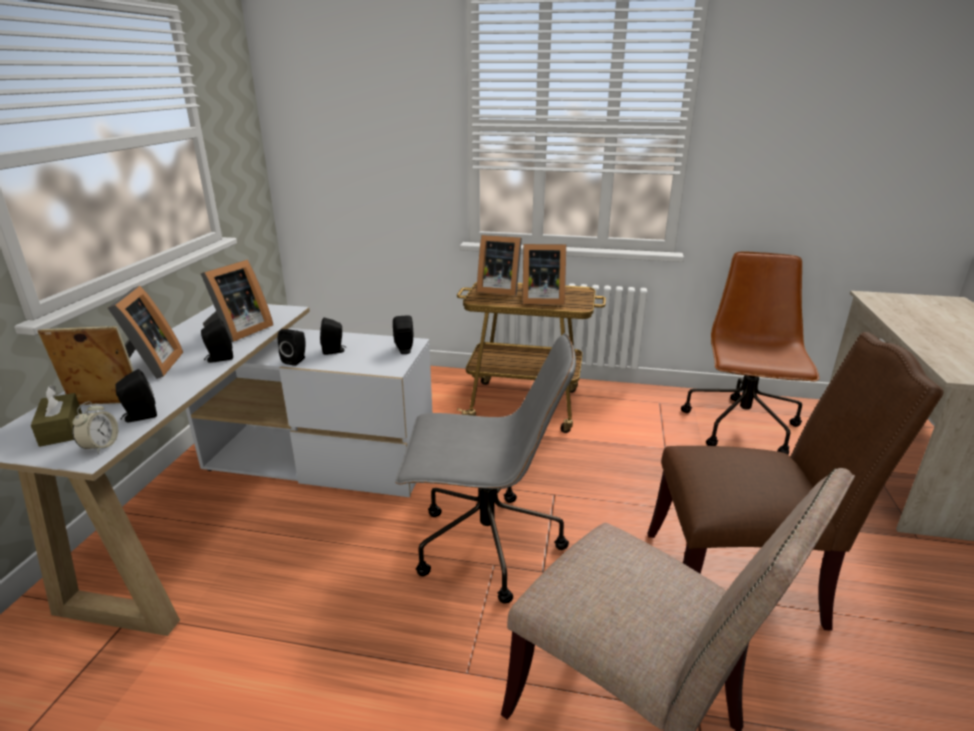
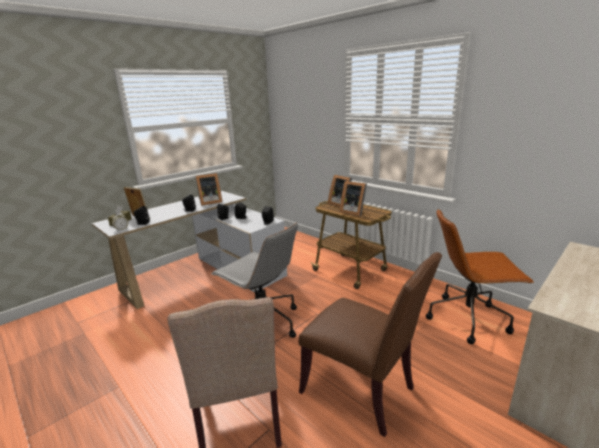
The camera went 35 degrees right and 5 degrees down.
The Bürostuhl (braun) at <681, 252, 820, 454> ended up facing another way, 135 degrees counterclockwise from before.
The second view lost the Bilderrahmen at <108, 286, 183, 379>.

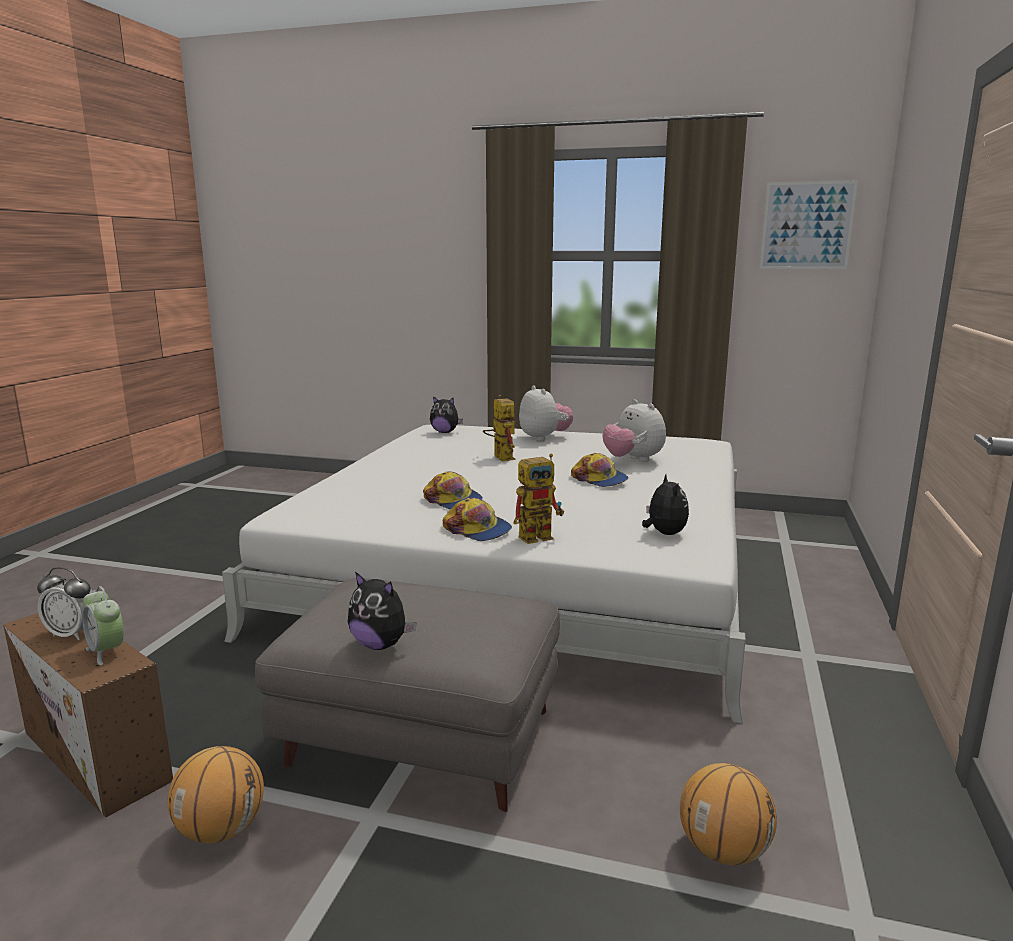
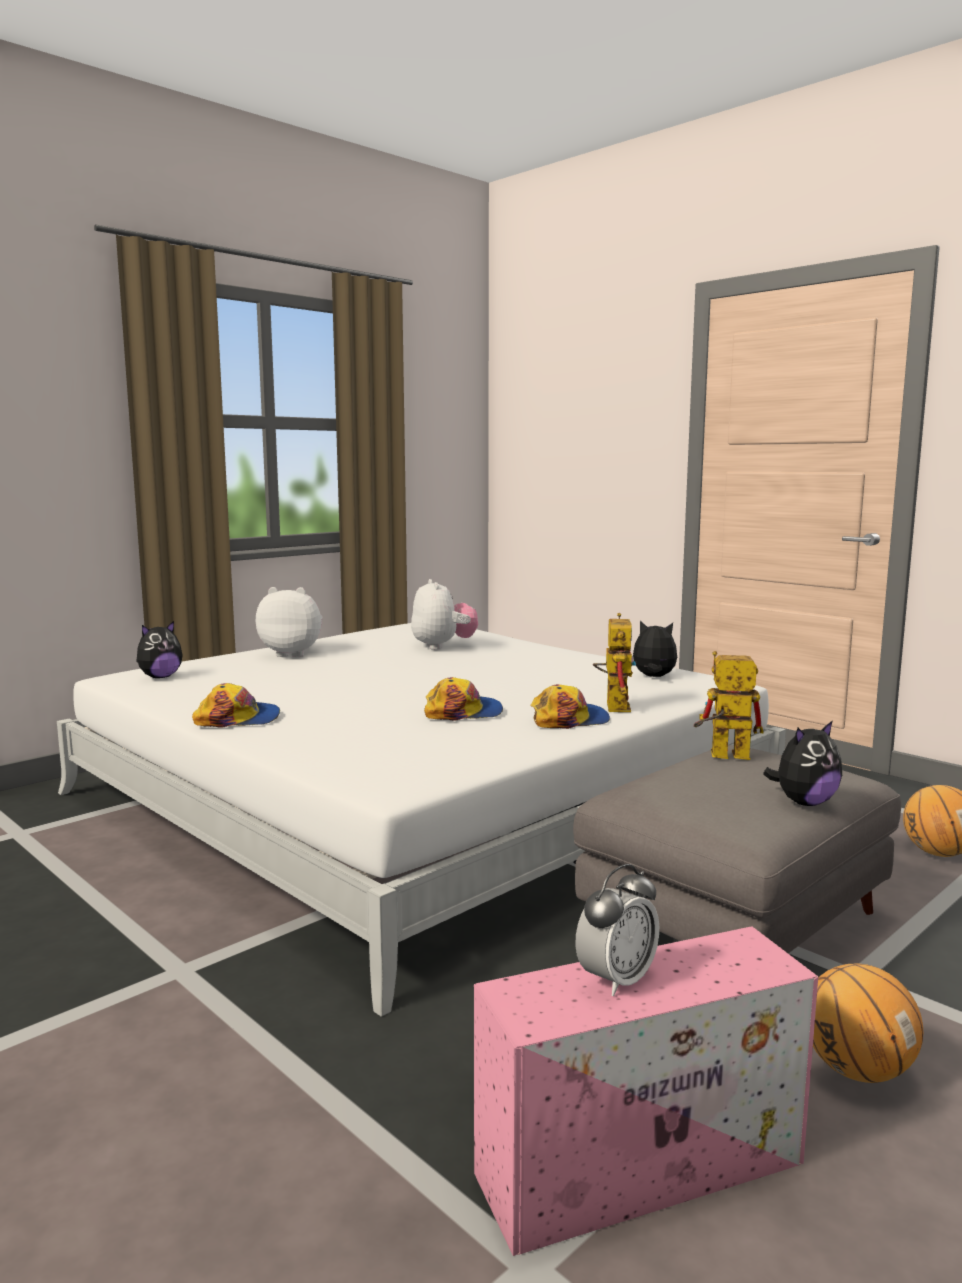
The camera went 60 degrees left and 5 degrees down.
The Kappe ended up elsewhere, having gone from <571, 453, 628, 487> to <192, 683, 280, 728>.
The Plüschtier at <603, 399, 666, 462> ended up facing another way, 105 degrees counterclockwise from before.
What was the Aufbewahrungsbox (braun) at <3, 613, 173, 818> turned into the Aufbewahrungsbox (rosa) at <474, 926, 818, 1256>.
The Spielzeugroboter ended up elsewhere, having gone from <483, 395, 515, 461> to <694, 651, 764, 760>.
The second view lost the Wecker at <82, 586, 124, 665>.
The second view lost the Bild at <760, 180, 858, 269>.

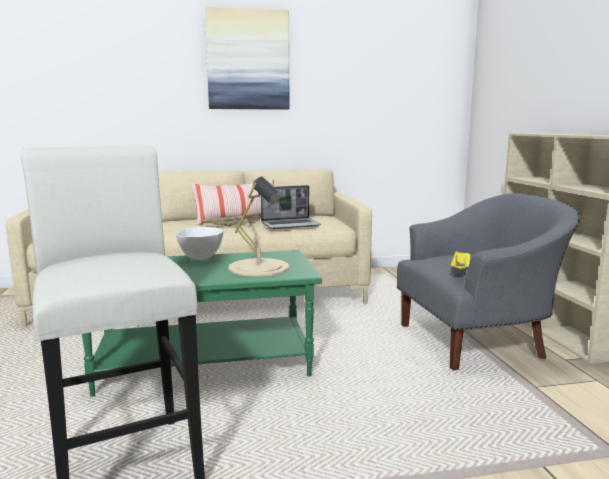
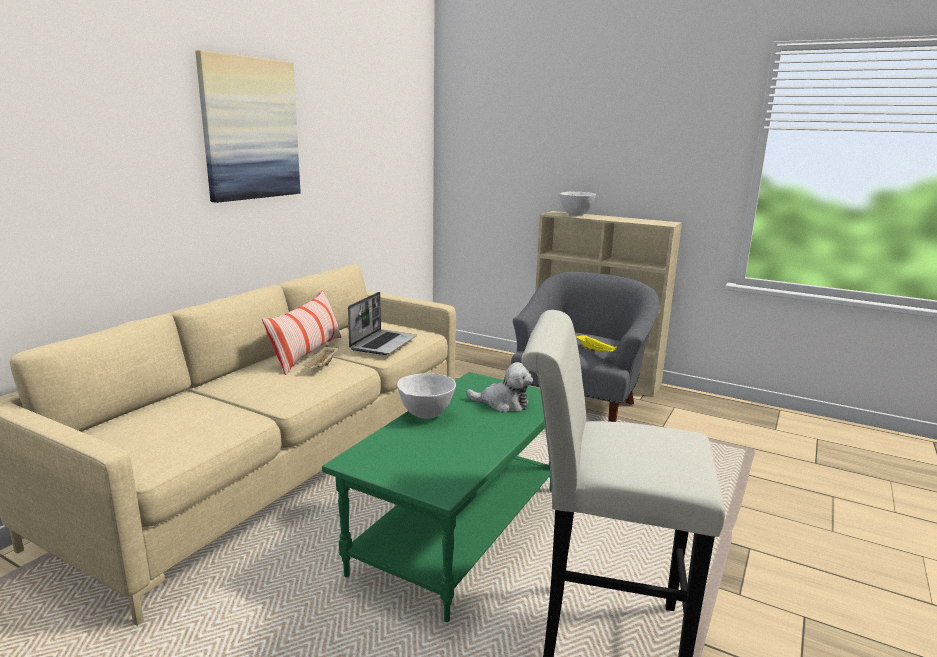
The camera went 50 degrees left and 5 degrees up.
Where the Tischlampe (beige) stood at <228, 177, 289, 277>, the Plüschtier came to stand at <466, 362, 533, 413>.
The second view gained the Schüssel (weiß) at <559, 192, 596, 216>.

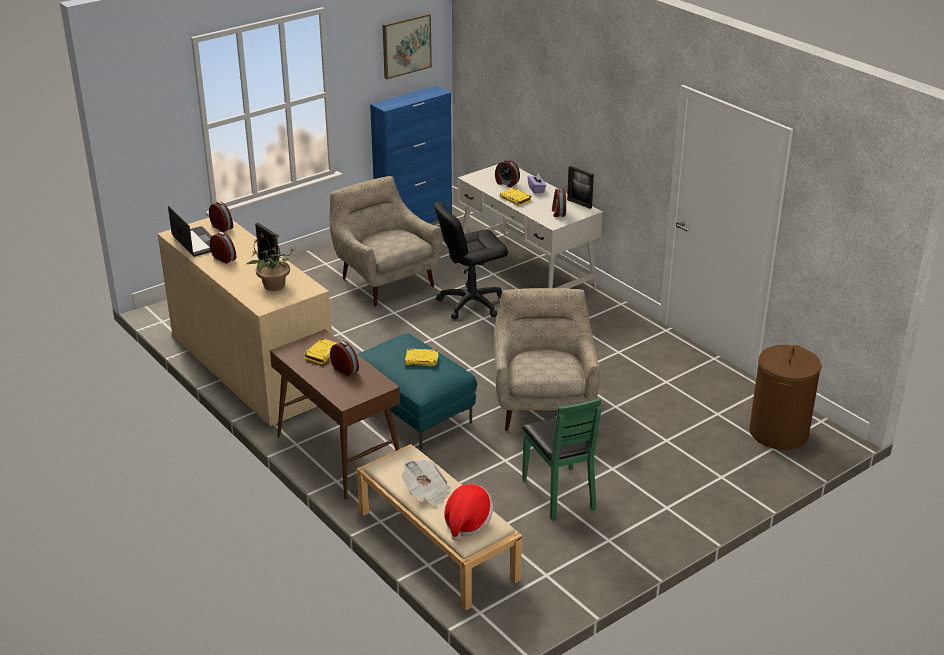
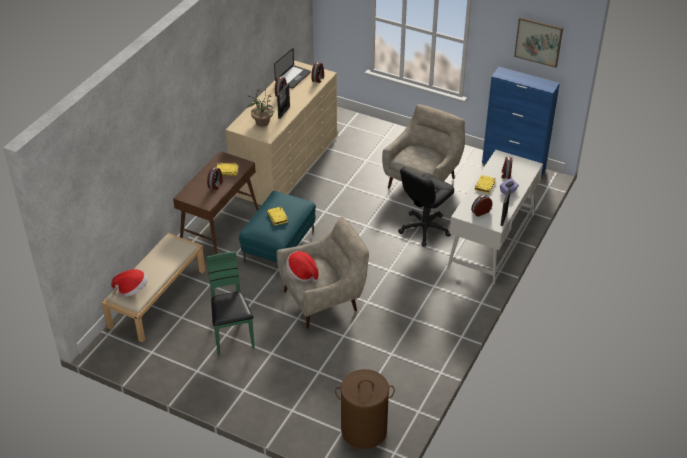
The camera went 65 degrees right and 10 degrees up.
The Stuhl (grün) at <522, 398, 602, 520> ended up facing another way, 120 degrees clockwise from before.
The second view gained the Hut at <286, 251, 319, 282>.
The Bürostuhl (schwarz) at <433, 202, 508, 319> ended up facing another way, 90 degrees counterclockwise from before.
The second view lost the Zeitung at <402, 460, 451, 506>.

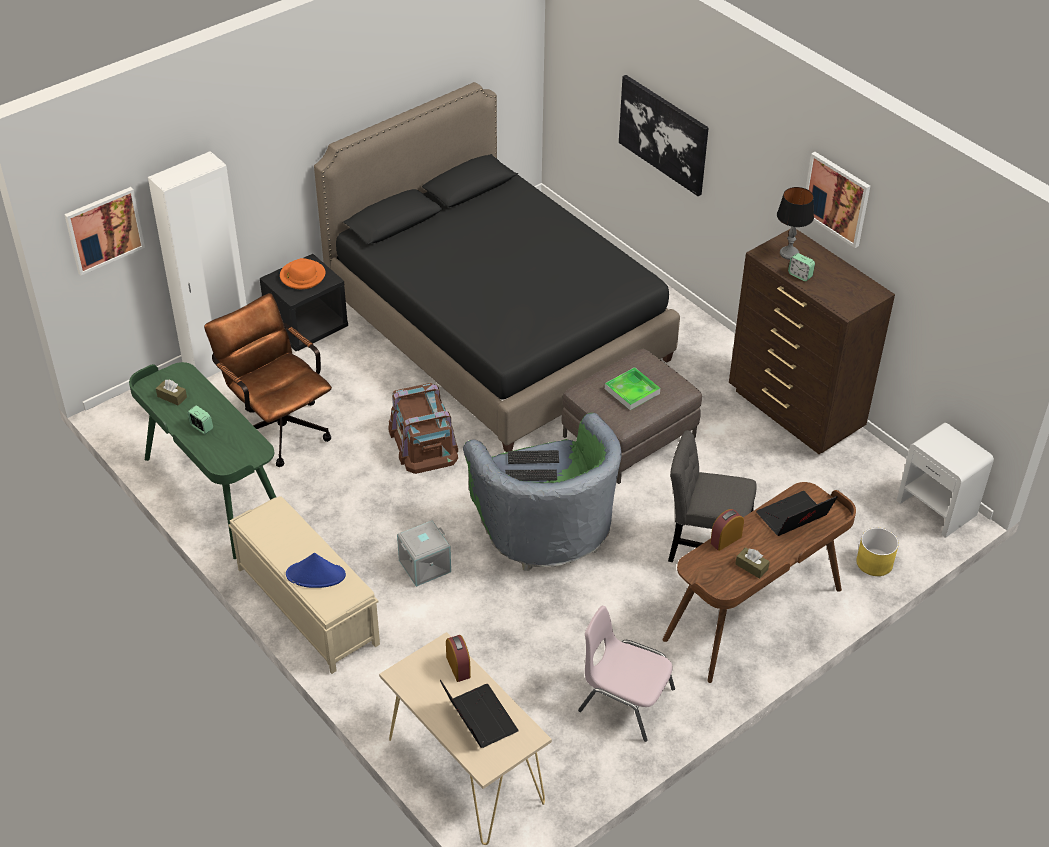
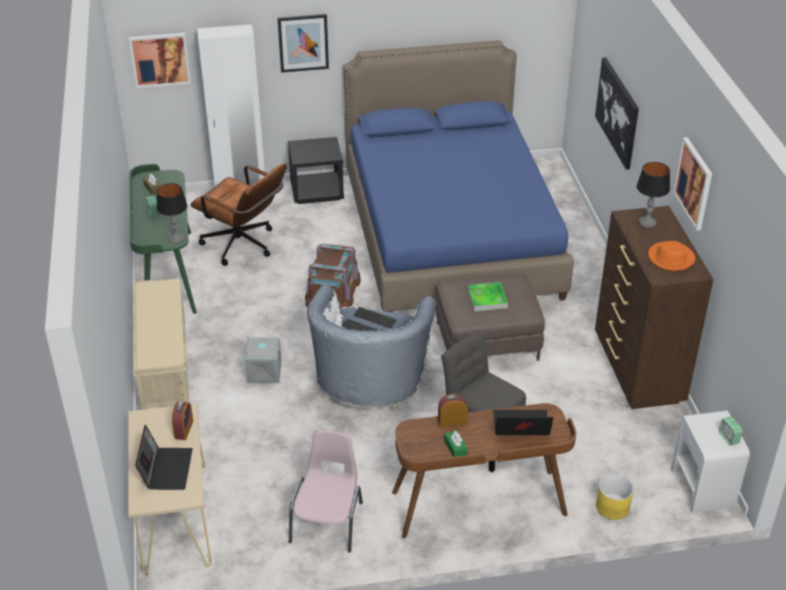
The camera went 30 degrees right and 5 degrees down.
The second view gained the Tischlampe at <157, 183, 187, 243>.
The Bürostuhl (braun) at <204, 293, 332, 467> ended up facing another way, 135 degrees clockwise from before.
The second view gained the Bild at <277, 14, 329, 73>.
The Stuhl (rosa) at <578, 606, 675, 742> ended up facing another way, 45 degrees clockwise from before.
What was the Sessel (grün) at <463, 413, 621, 571> turned into the Sessel (weiß) at <307, 284, 436, 411>.
What was the Bett (schwarz) at <314, 82, 680, 452> turned into the Bett (blau) at <344, 40, 574, 312>.
What was the Taschentuchbox (braun) at <735, 547, 770, 579> turned into the Taschentuchbox (grün) at <444, 430, 468, 457>.
The Hut (orange) ended up elsewhere, having gone from <280, 258, 326, 289> to <648, 241, 695, 271>.
The Wecker ended up elsewhere, having gone from <788, 253, 815, 281> to <719, 417, 743, 445>.
The second view lost the Hut (blau) at <286, 553, 346, 588>.

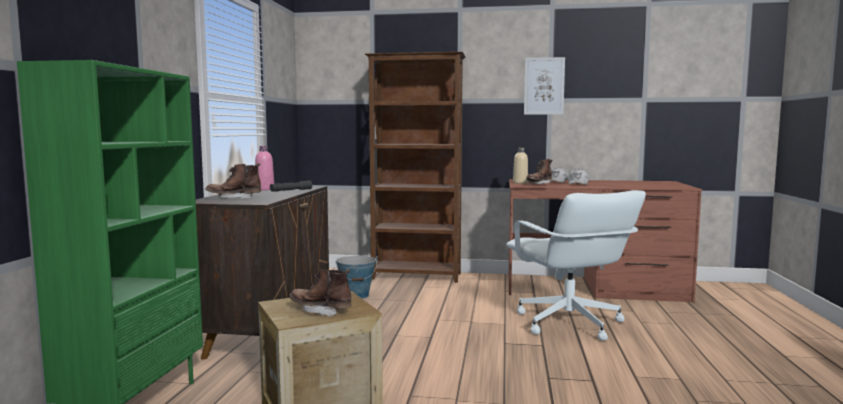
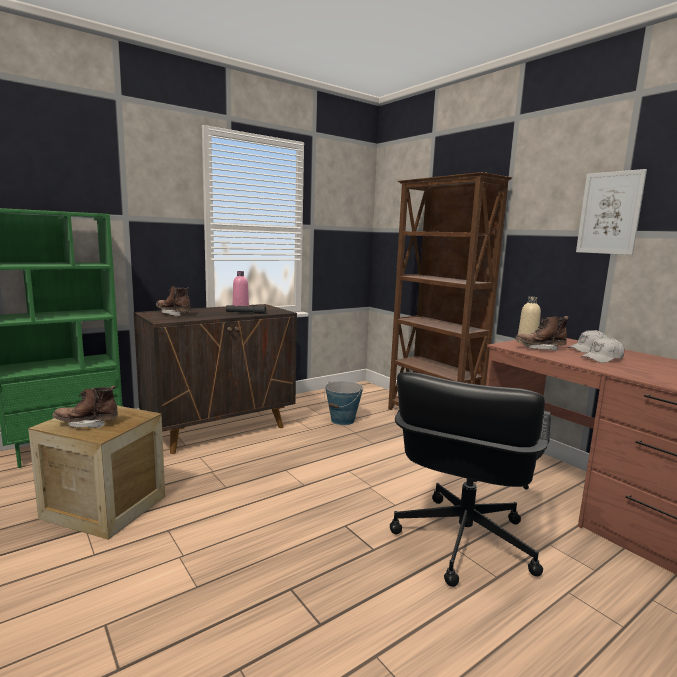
The camera went 45 degrees right and 5 degrees up.
The Stiefel (braun) at <289, 269, 352, 317> ended up facing another way, 75 degrees counterclockwise from before.
What was the Bürostuhl (weiß) at <506, 190, 646, 341> turned into the Bürostuhl (schwarz) at <390, 372, 551, 587>.

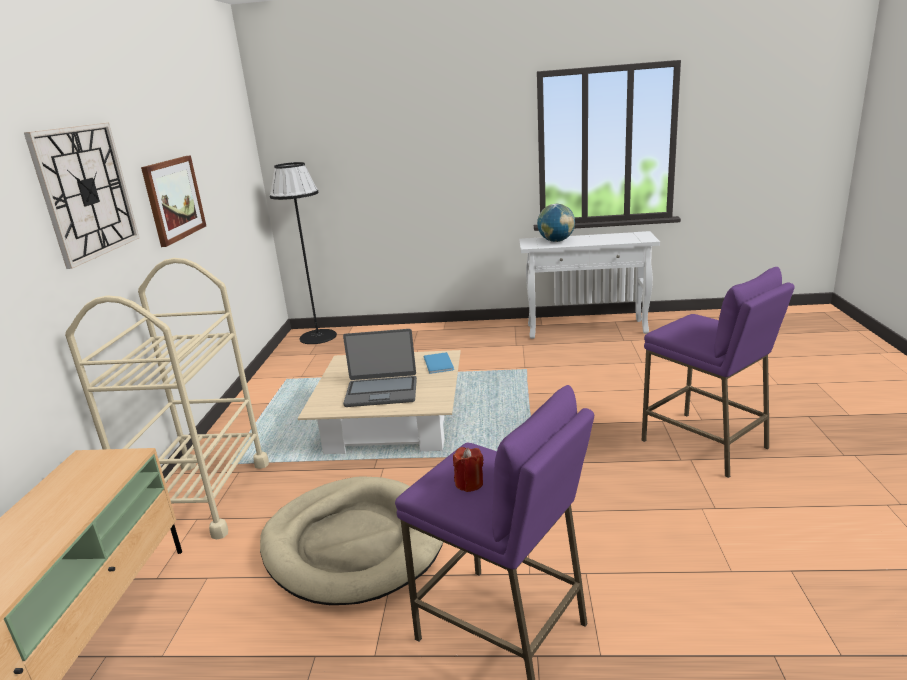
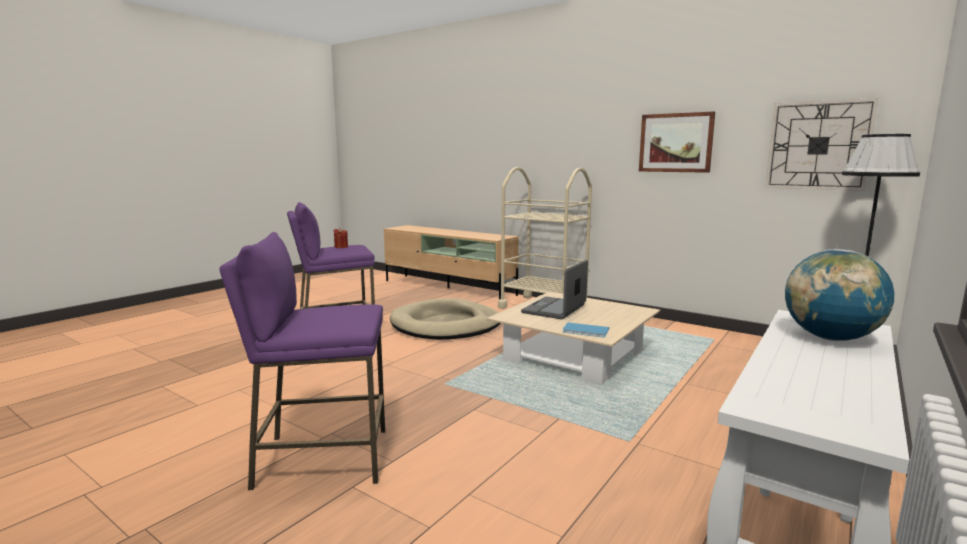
The camera went 120 degrees right and 10 degrees down.
The Wanduhr ended up elsewhere, having gone from <24, 123, 139, 269> to <765, 98, 878, 191>.

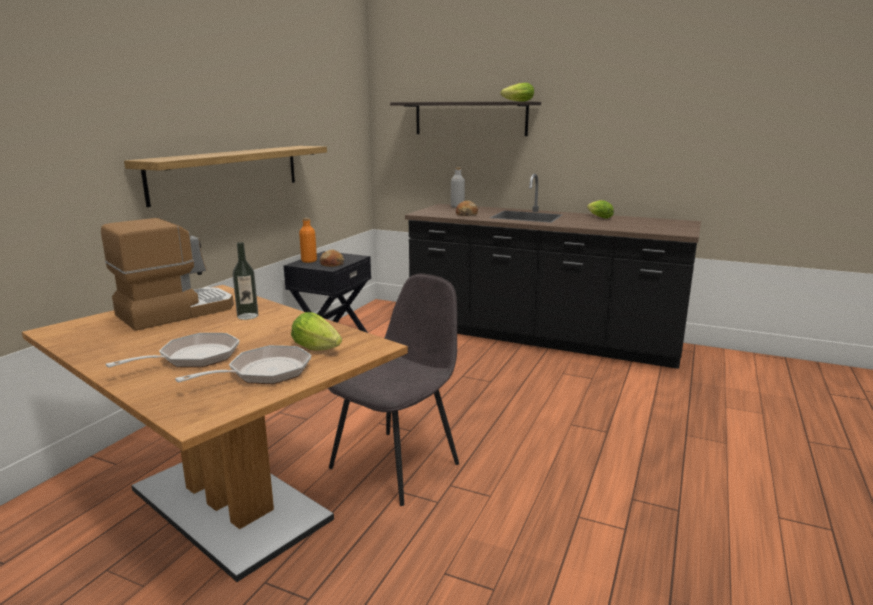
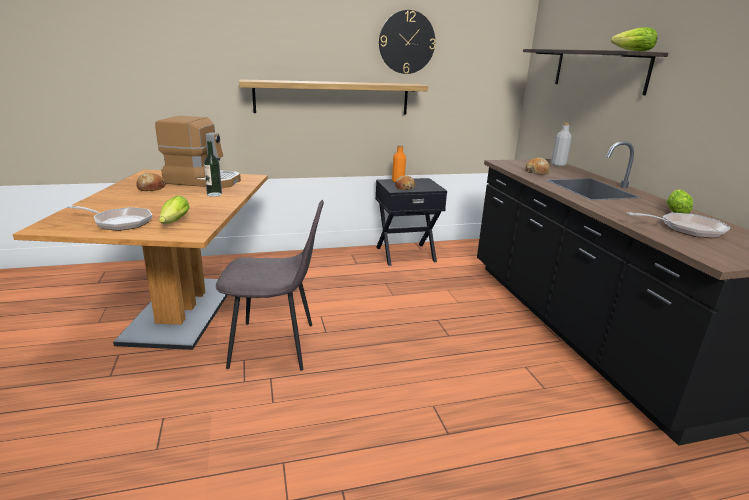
The camera went 50 degrees right and 5 degrees up.
The second view gained the Brot at <136, 172, 166, 191>.
The second view gained the Wanduhr at <379, 10, 435, 74>.
The Pfanne ended up elsewhere, having gone from <105, 333, 239, 367> to <627, 212, 731, 238>.

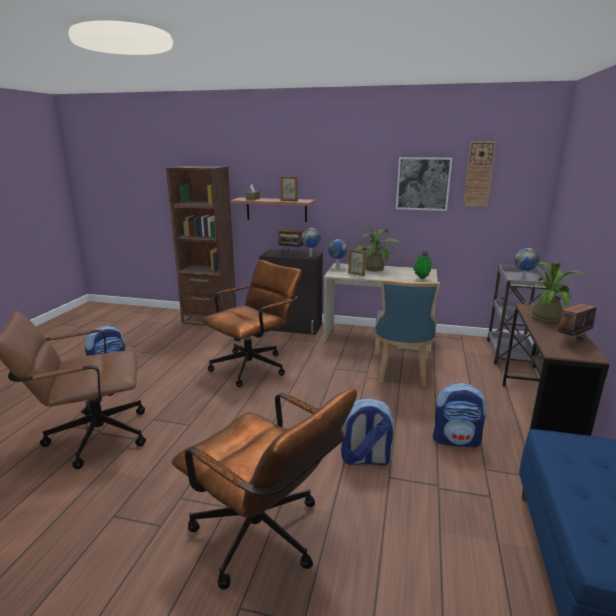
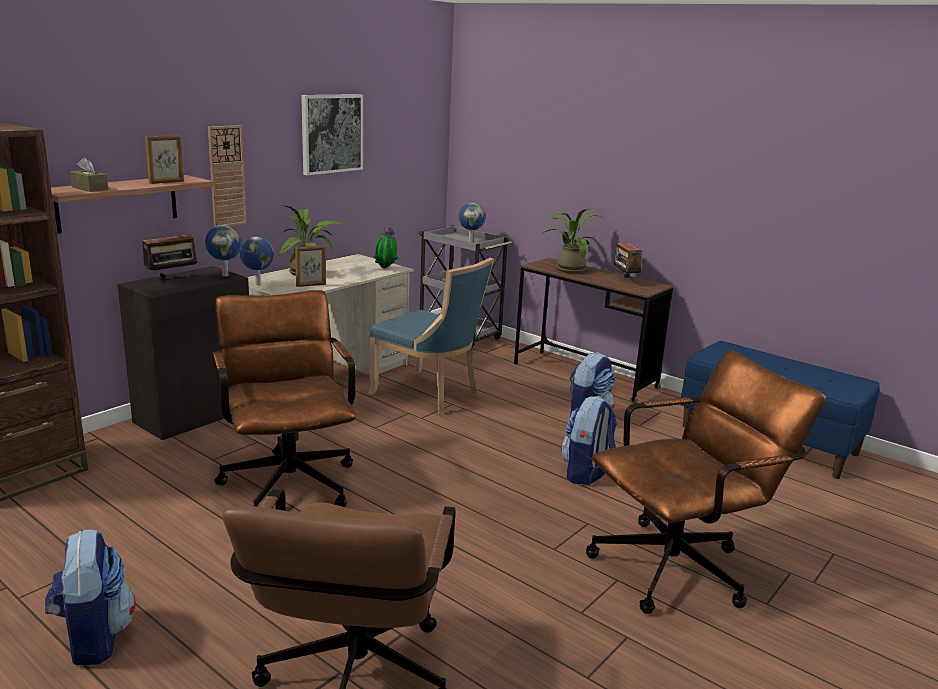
The camera went 65 degrees left and 0 degrees up.
The Wanduhr ended up elsewhere, having gone from <463, 142, 496, 207> to <208, 125, 247, 227>.

